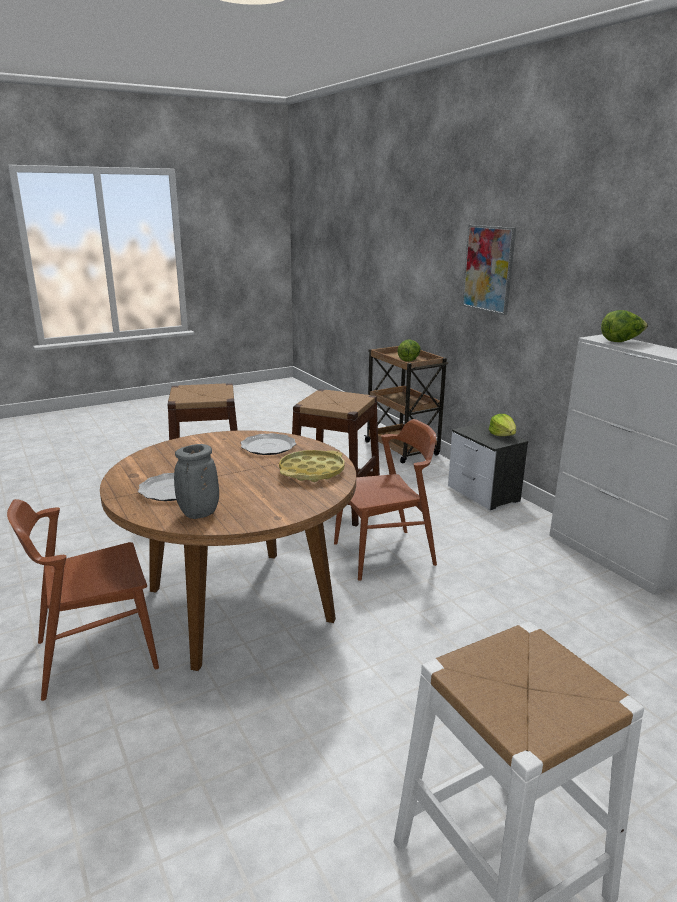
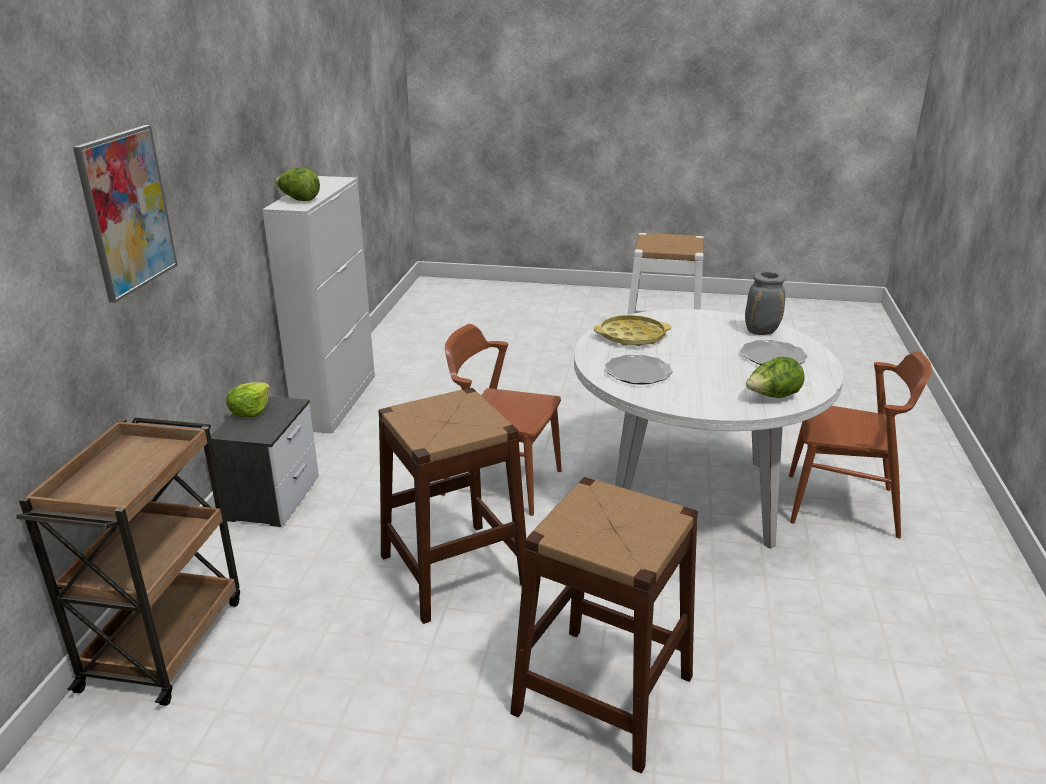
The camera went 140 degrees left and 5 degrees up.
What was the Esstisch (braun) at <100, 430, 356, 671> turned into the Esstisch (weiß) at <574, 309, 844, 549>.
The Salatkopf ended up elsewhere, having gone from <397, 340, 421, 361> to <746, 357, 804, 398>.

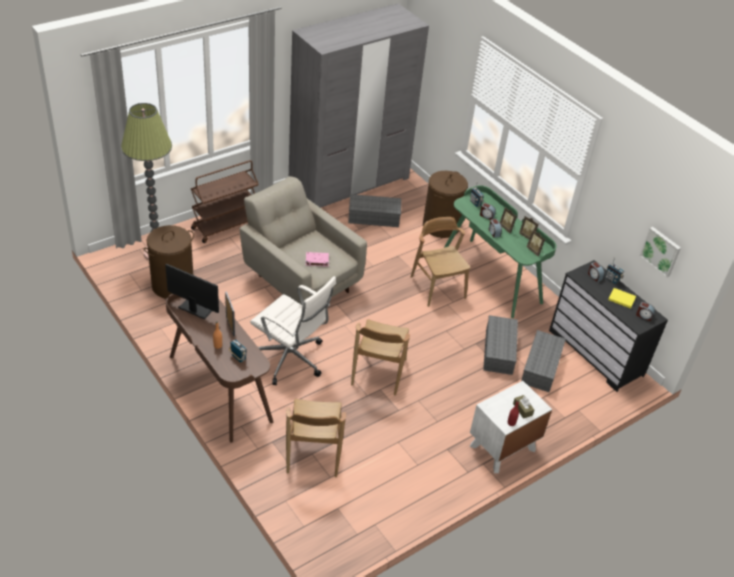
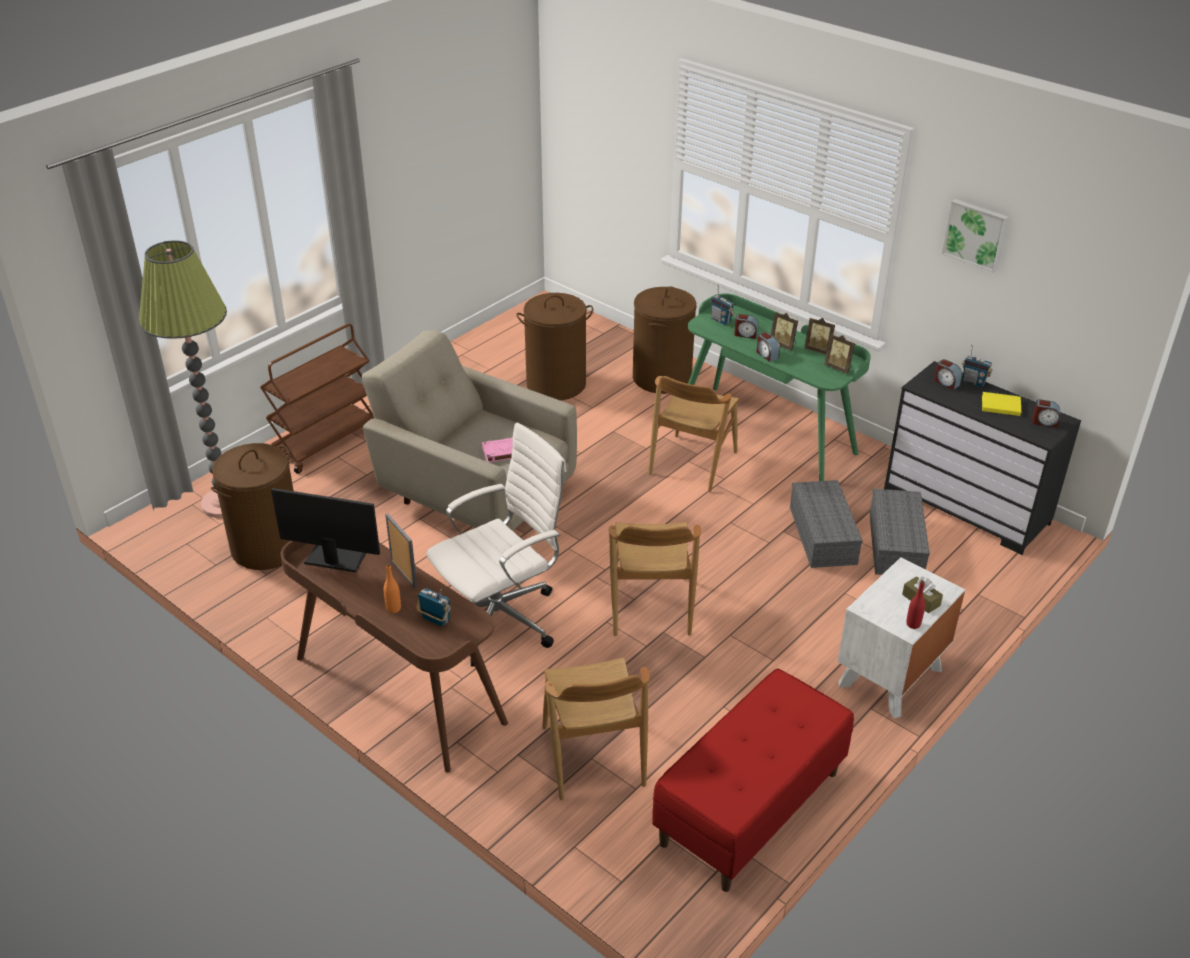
The camera went 10 degrees left and 5 degrees down.
The Bürostuhl (weiß) at <250, 276, 336, 385> ended up facing another way, 60 degrees counterclockwise from before.
Where the Aufbewahrungsbox (grau) stood at <348, 194, 401, 227>, the Wäschekorb (braun) came to stand at <516, 293, 593, 400>.
The Stuhl (braun) at <411, 217, 470, 307> ended up facing another way, 120 degrees counterclockwise from before.
The second view gained the Bank (rot) at <652, 668, 854, 892>.
The Bild ended up elsewhere, having gone from <640, 227, 681, 277> to <942, 199, 1009, 273>.
The second view lost the Kleiderschrank (grau) at <289, 4, 429, 208>.

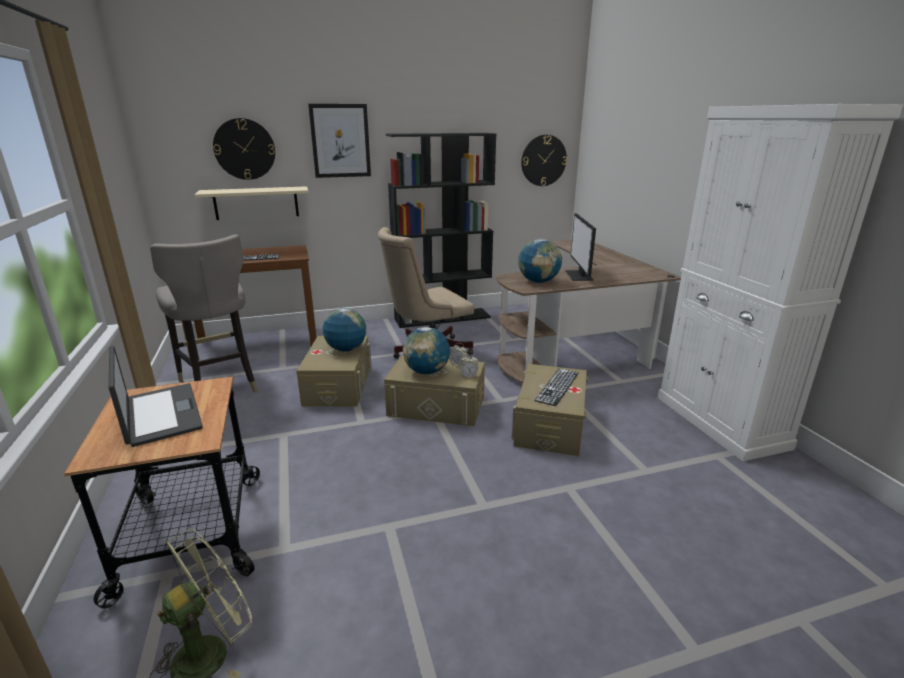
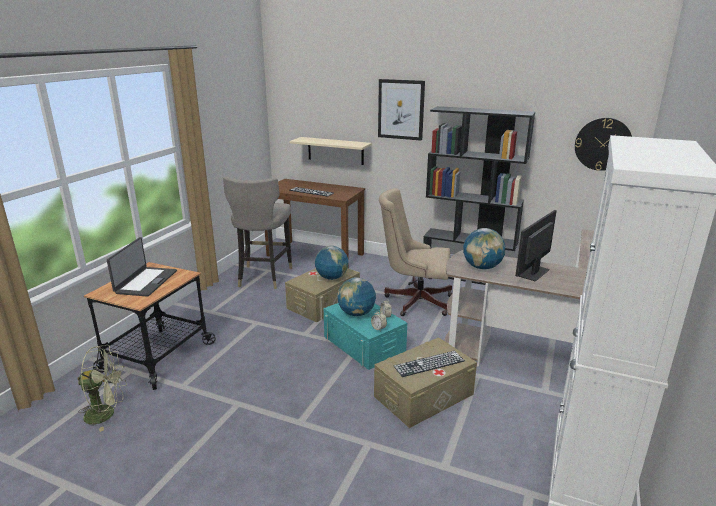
The camera went 40 degrees right and 0 degrees up.
What was the Aufbewahrungsbox (beige) at <384, 355, 485, 426> turned into the Aufbewahrungsbox (türkis) at <323, 303, 407, 370>.
The second view lost the Wanduhr at <213, 118, 275, 180>.

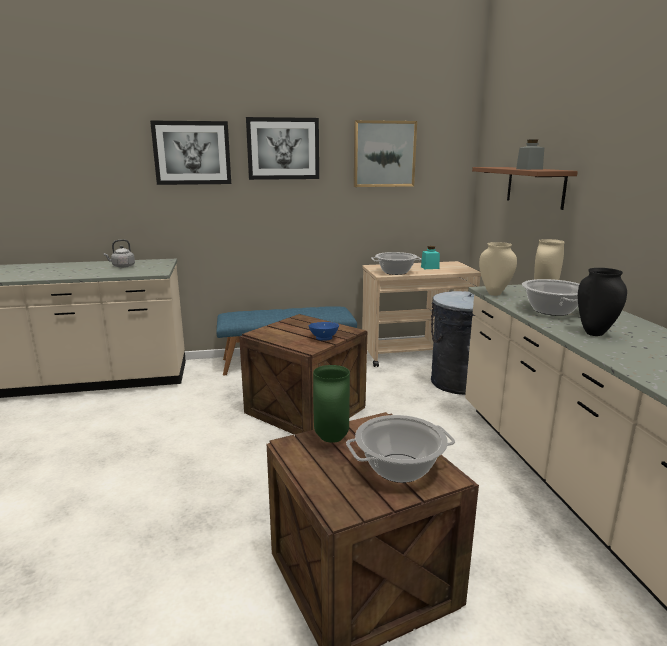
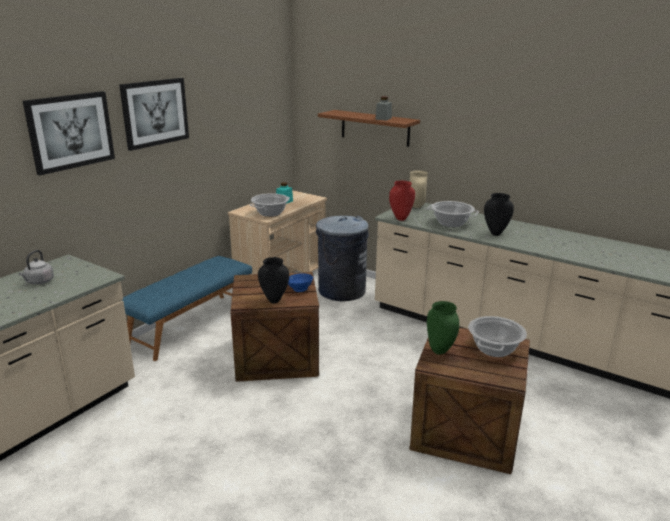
The camera went 45 degrees left and 5 degrees up.
The second view gained the Vase (schwarz) at <258, 257, 289, 304>.
What was the Vase (beige) at <479, 242, 517, 296> turned into the Vase (rot) at <389, 181, 415, 221>.
The second view lost the Bild at <354, 120, 417, 187>.

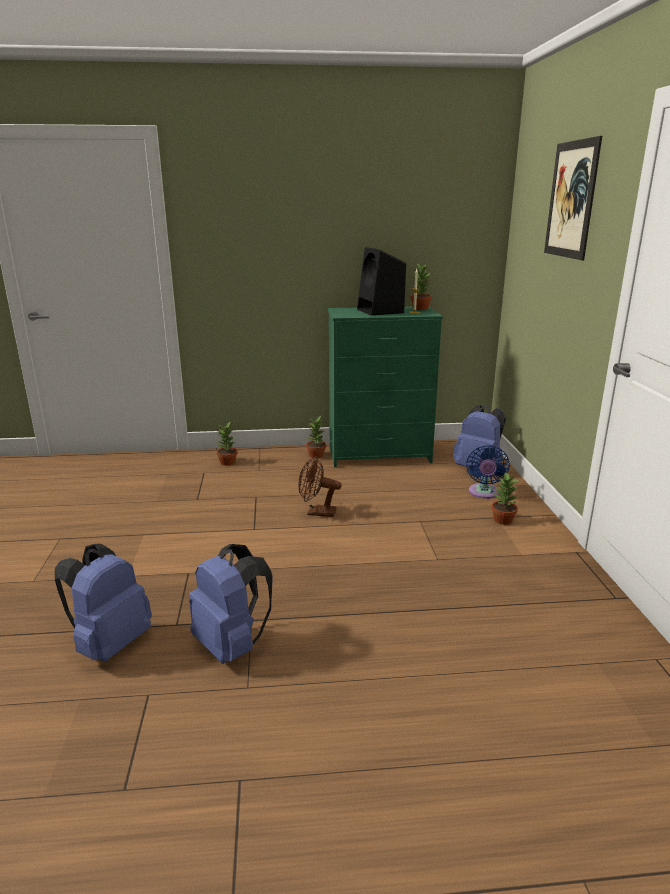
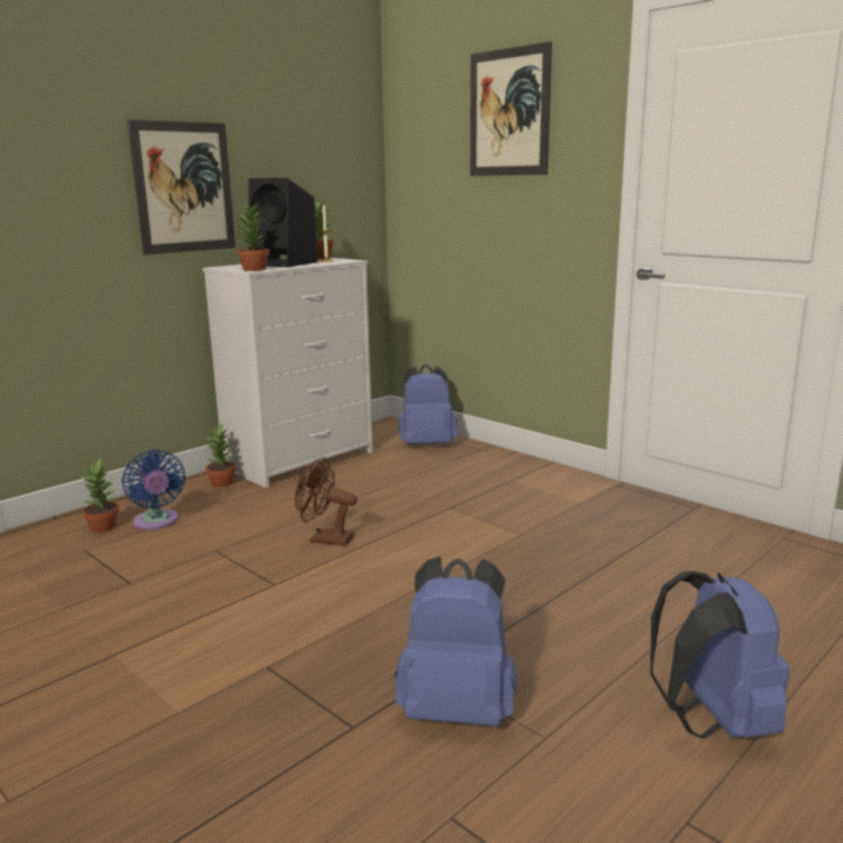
The camera went 40 degrees left and 5 degrees down.
The Ventilator (blau) ended up elsewhere, having gone from <466, 445, 510, 499> to <122, 450, 186, 530>.
The second view gained the Bild at <127, 119, 235, 255>.
What was the Kommode (grün) at <328, 307, 443, 467> turned into the Kommode (weiß) at <203, 258, 373, 488>.
The Topfpflanze ended up elsewhere, having gone from <491, 473, 519, 525> to <235, 202, 269, 271>.
The Ventilator (braun) at <298, 456, 342, 517> ended up facing another way, 45 degrees clockwise from before.
The Rucksack (blau) ended up elsewhere, having gone from <55, 543, 152, 662> to <650, 571, 790, 739>.

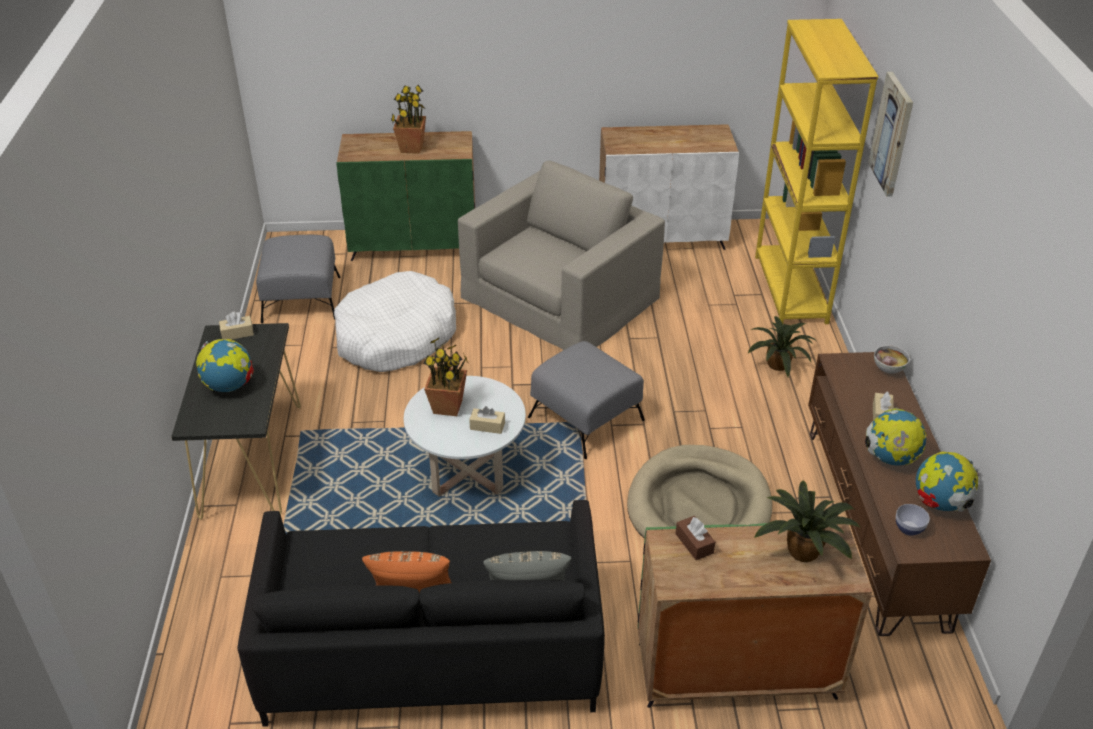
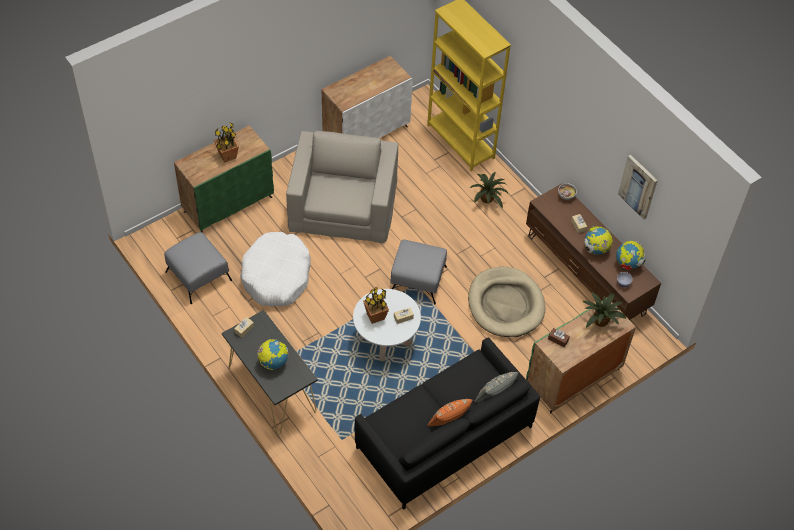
The camera went 35 degrees left and 15 degrees up.
The Bild ended up elsewhere, having gone from <868, 72, 913, 197> to <618, 155, 658, 220>.

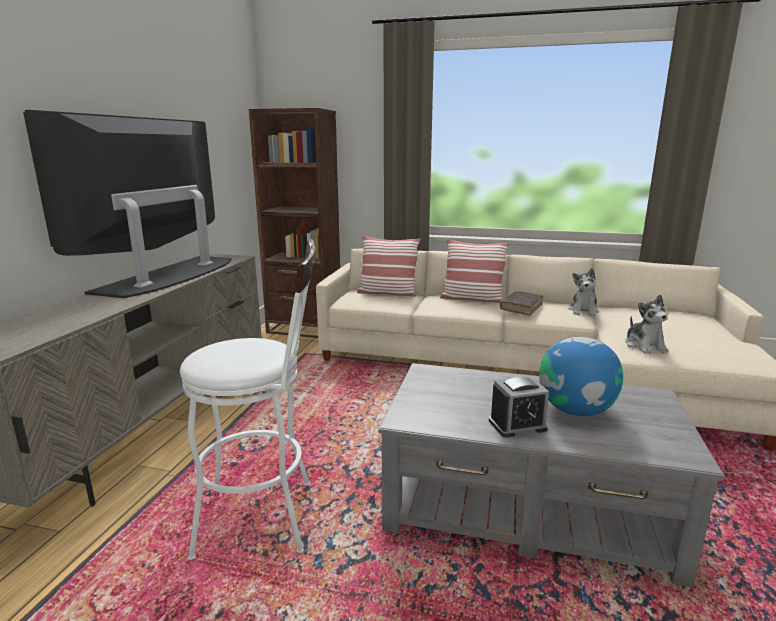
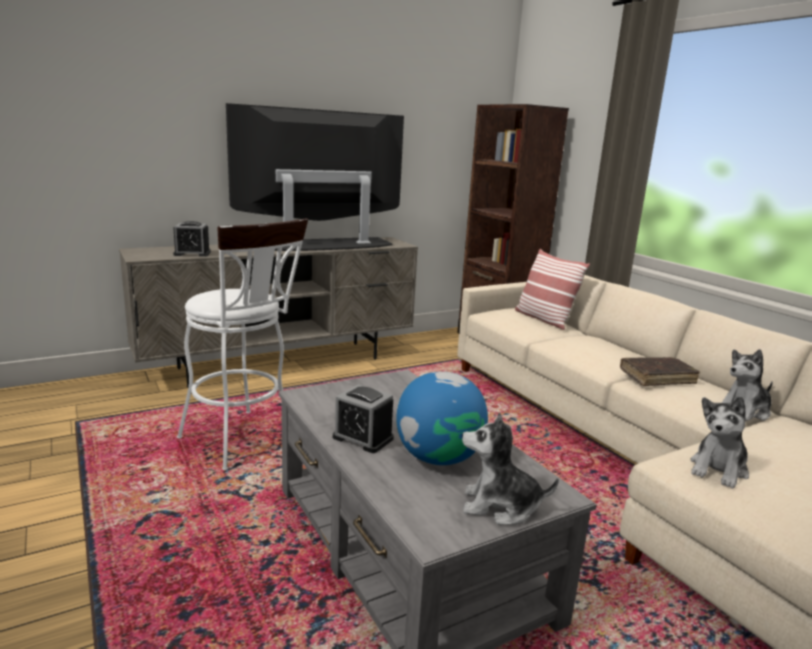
The camera went 45 degrees right and 0 degrees up.
The second view gained the Wecker at <173, 221, 211, 257>.
The second view gained the Plüschtier at <462, 413, 559, 525>.
The second view lost the Kissen at <440, 238, 509, 303>.

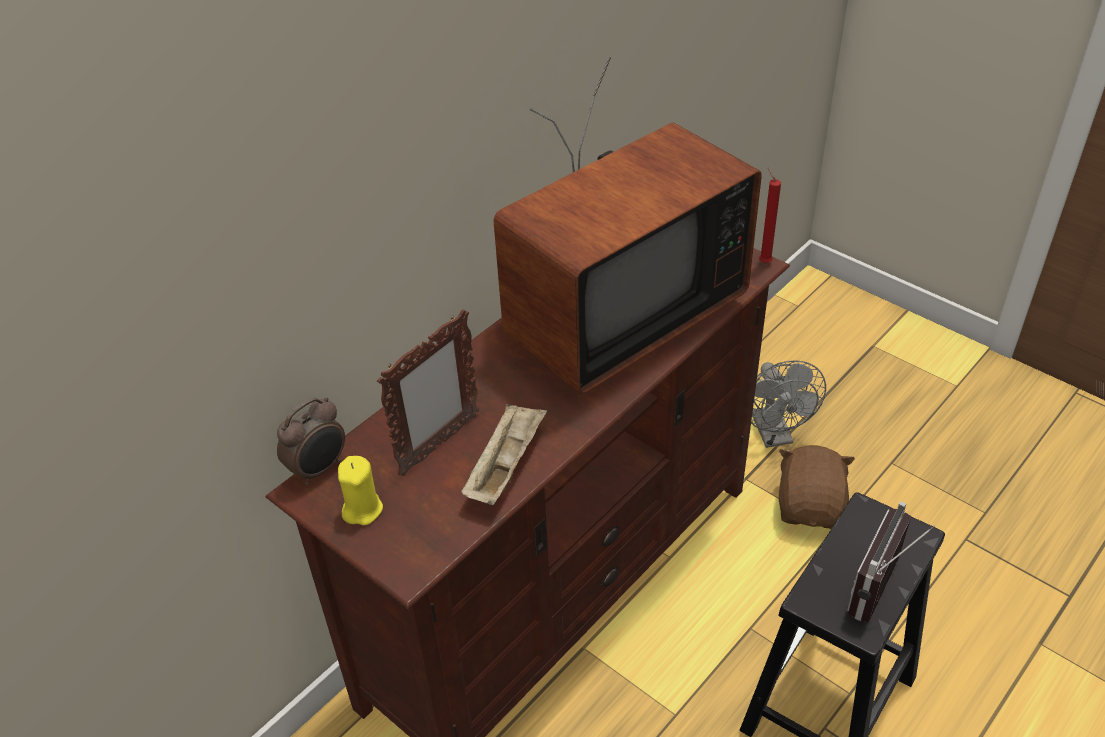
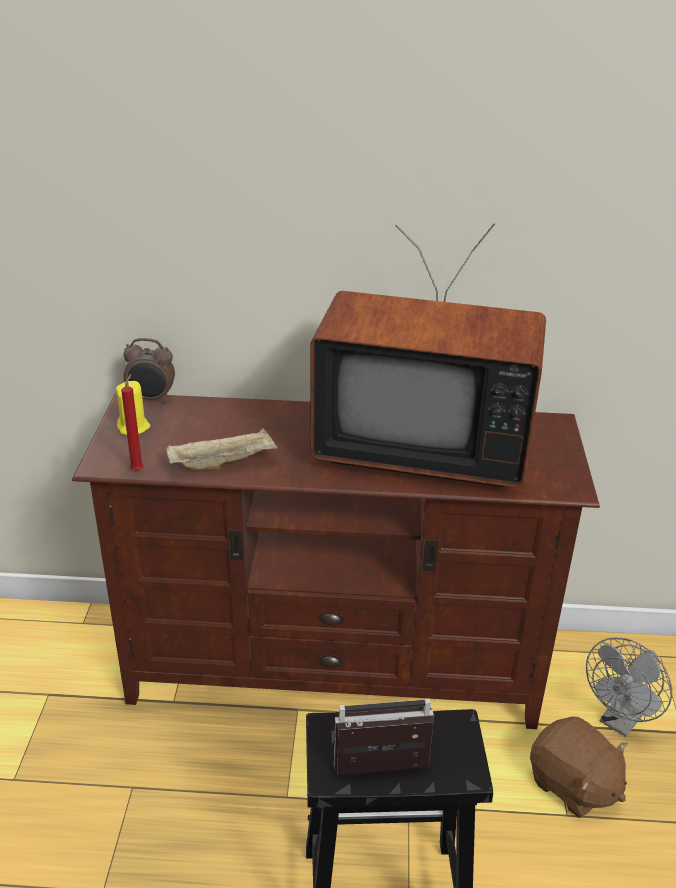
The camera went 50 degrees right and 10 degrees down.
The Kerze (rot) ended up elsewhere, having gone from <759, 168, 781, 263> to <121, 374, 143, 471>.
The Plüschtier (braun) at <779, 445, 855, 529> ended up facing another way, 75 degrees clockwise from before.
The second view lost the Bilderrahmen at <377, 309, 479, 476>.

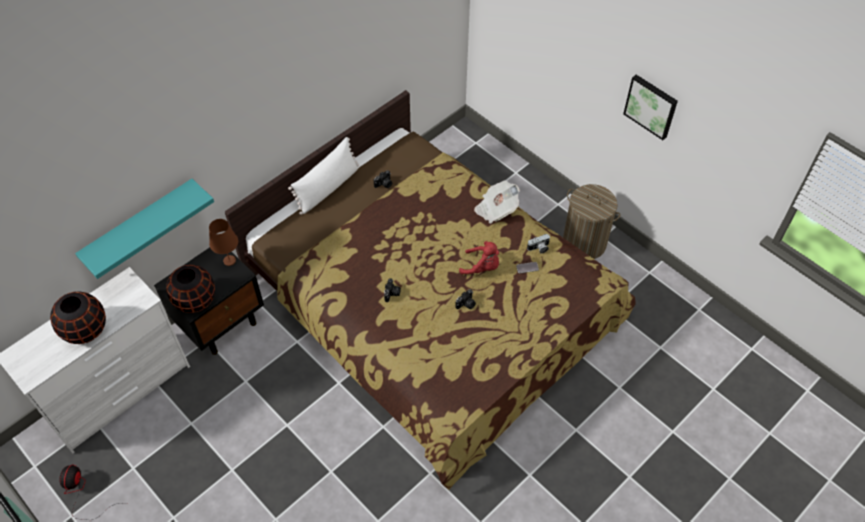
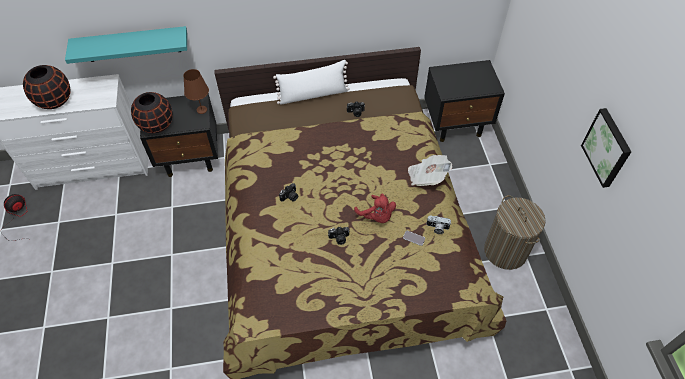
The camera went 35 degrees right and 0 degrees up.
The second view gained the Nachttisch (schwarz) at <424, 60, 505, 142>.

